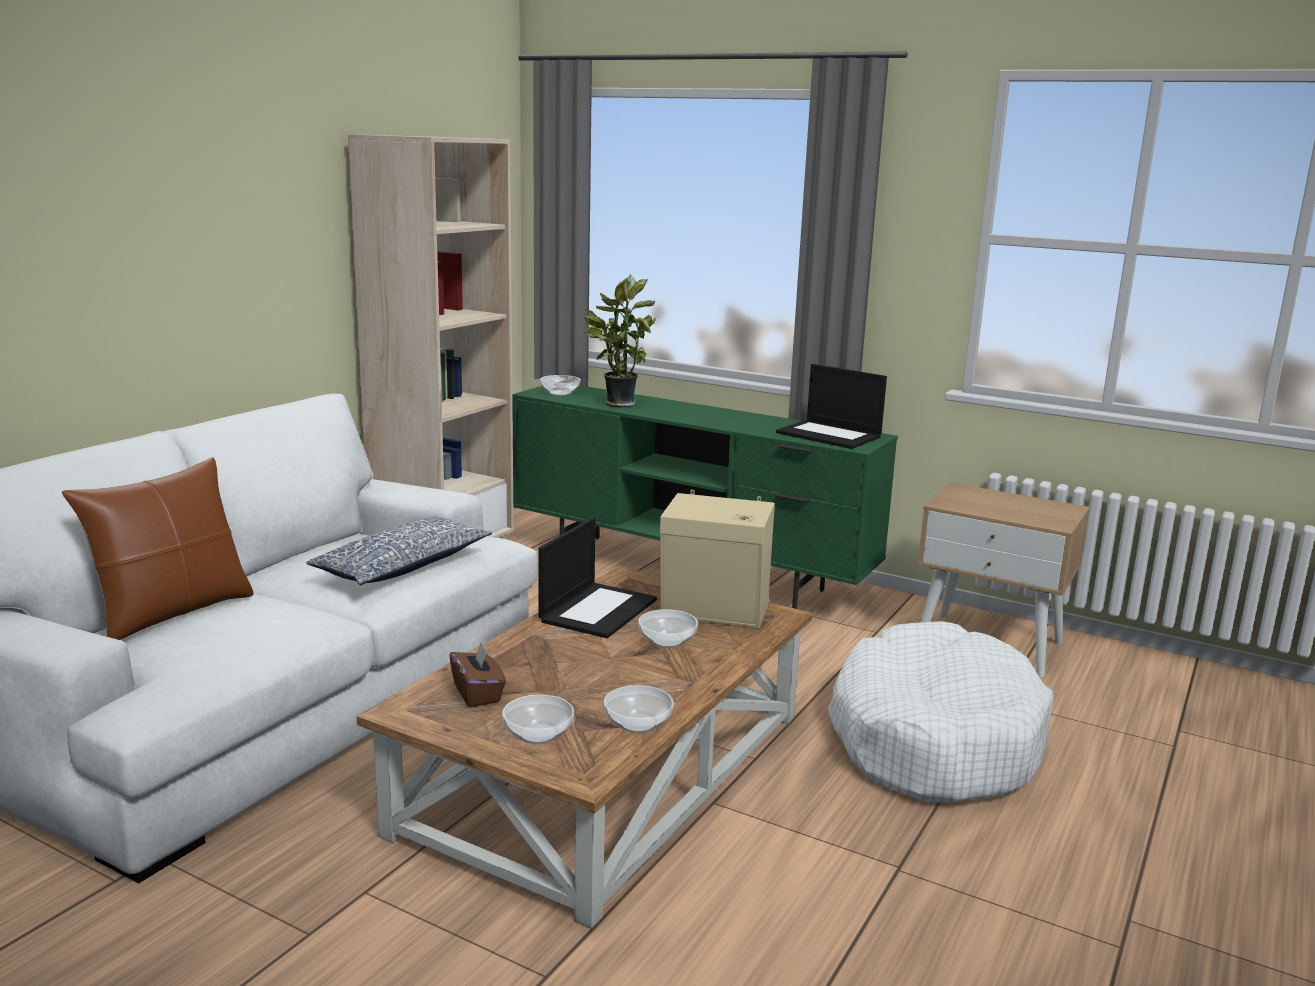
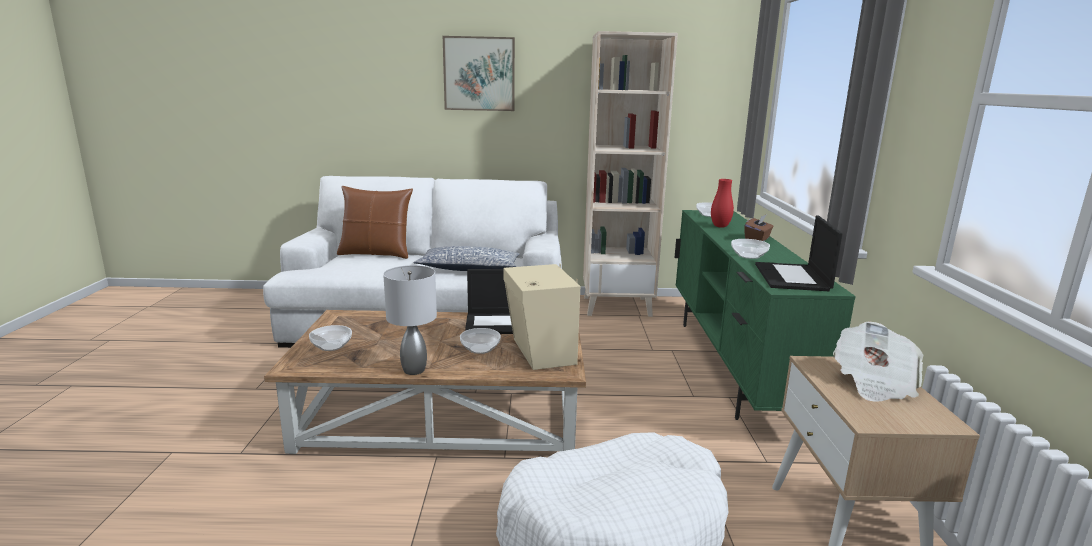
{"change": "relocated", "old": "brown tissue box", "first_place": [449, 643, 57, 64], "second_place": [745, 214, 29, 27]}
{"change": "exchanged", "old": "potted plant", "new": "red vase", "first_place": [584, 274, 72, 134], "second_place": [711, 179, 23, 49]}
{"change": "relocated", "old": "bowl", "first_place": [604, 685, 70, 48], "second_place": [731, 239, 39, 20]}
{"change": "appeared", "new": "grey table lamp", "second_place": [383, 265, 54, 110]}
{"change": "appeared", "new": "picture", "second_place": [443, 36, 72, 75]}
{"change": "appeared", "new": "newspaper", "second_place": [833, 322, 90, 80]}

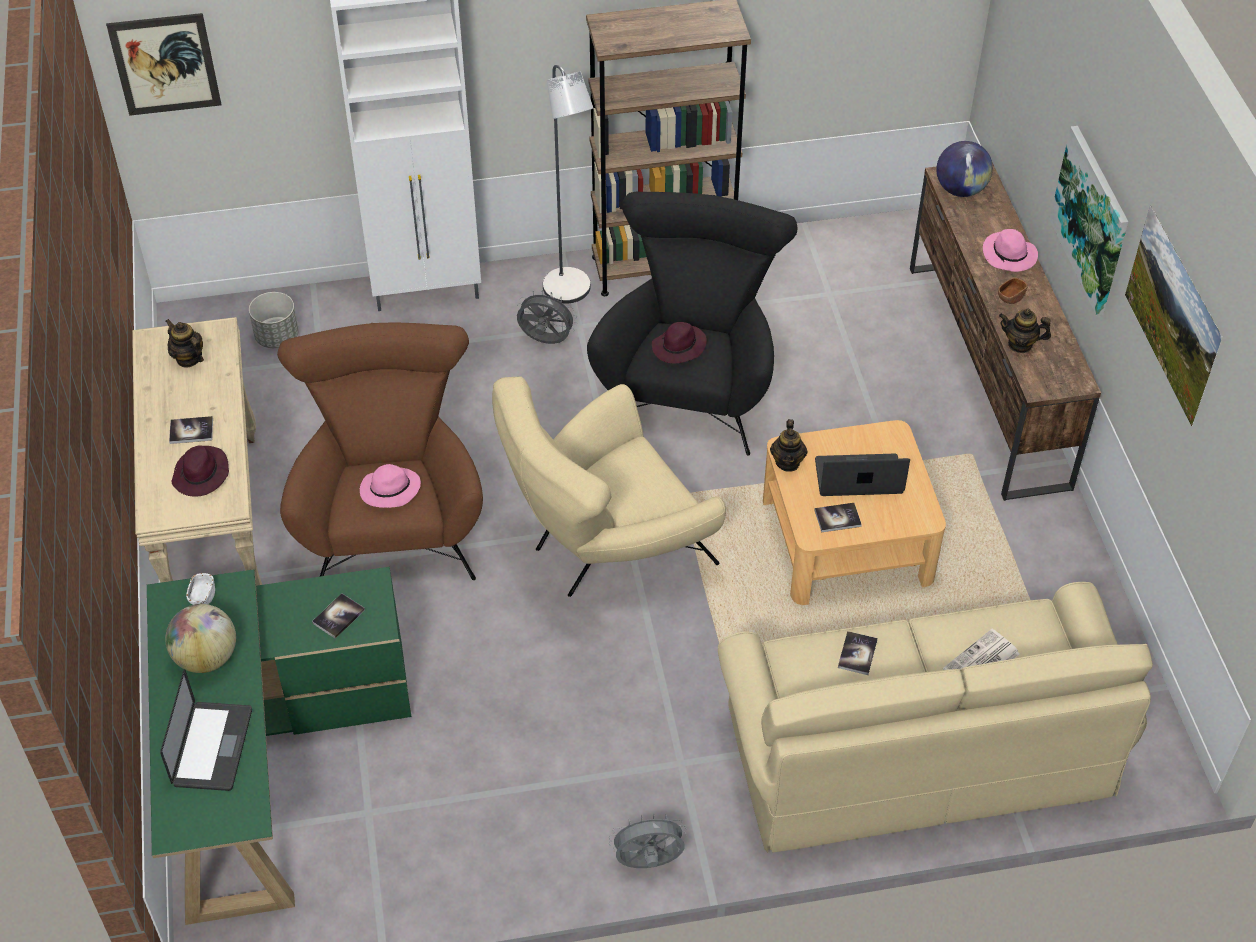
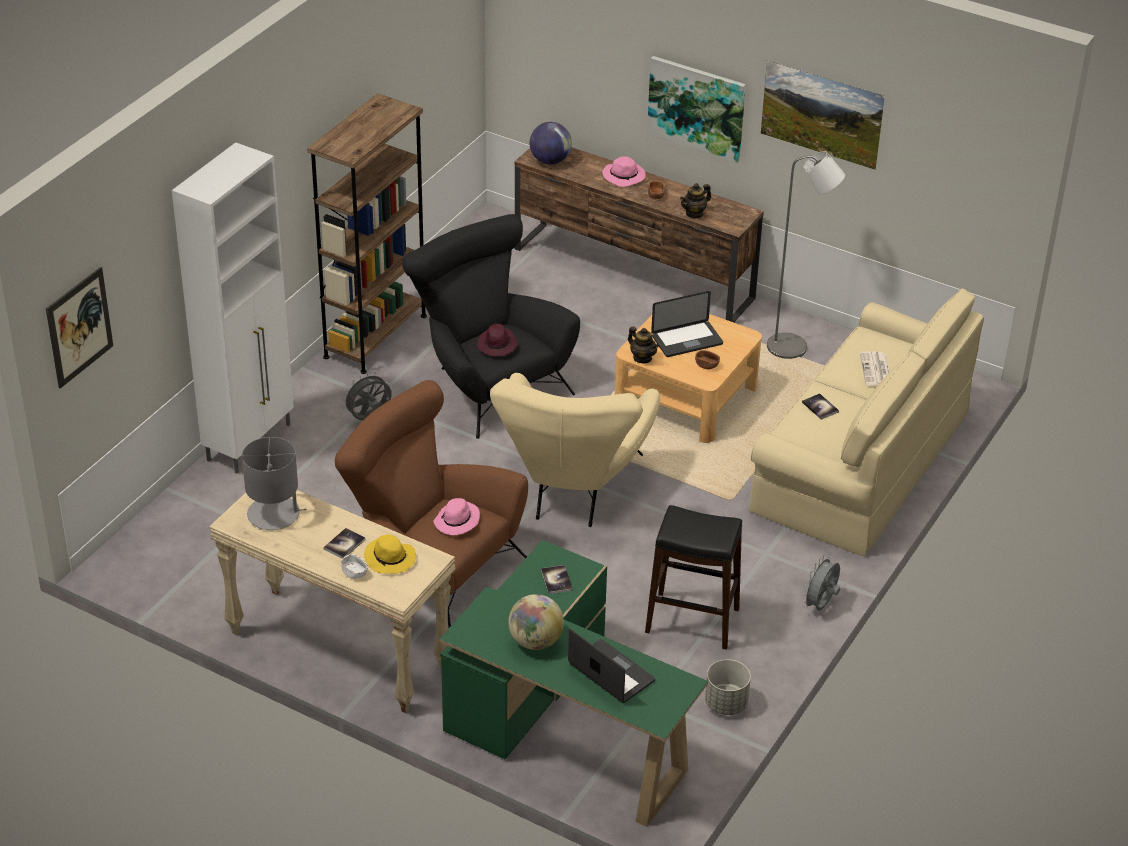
{"change": "exchanged", "old": "teapot", "new": "grey table lamp", "first_place": [166, 319, 38, 49], "second_place": [242, 437, 65, 93]}
{"change": "colour", "old": "purple hat", "new": "yellow hat", "first_place": [172, 445, 57, 52], "second_place": [364, 534, 52, 40]}
{"change": "relocated", "old": "white bowl", "first_place": [186, 573, 29, 32], "second_place": [341, 554, 27, 25]}
{"change": "relocated", "old": "grey planter", "first_place": [249, 292, 50, 56], "second_place": [705, 659, 46, 56]}
{"change": "relocated", "old": "grey floor lamp", "first_place": [543, 65, 50, 238], "second_place": [767, 151, 78, 208]}
{"change": "exchanged", "old": "book", "new": "brown bowl", "first_place": [814, 503, 48, 29], "second_place": [695, 350, 25, 19]}
{"change": "spun", "old": "laptop", "first_place": [815, 454, 95, 42], "second_place": [651, 291, 72, 66], "degrees": -150}
{"change": "appeared", "new": "black stool", "second_place": [645, 505, 97, 145]}

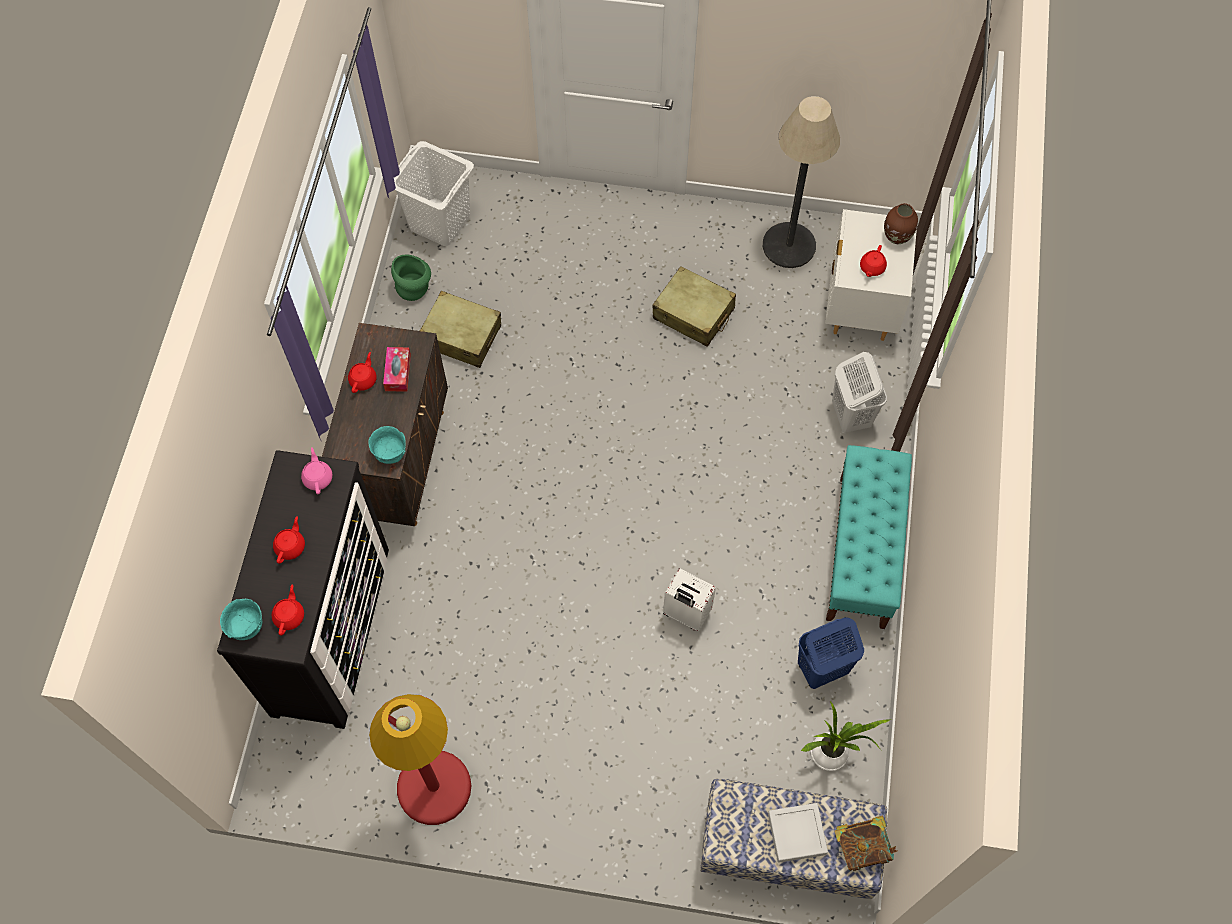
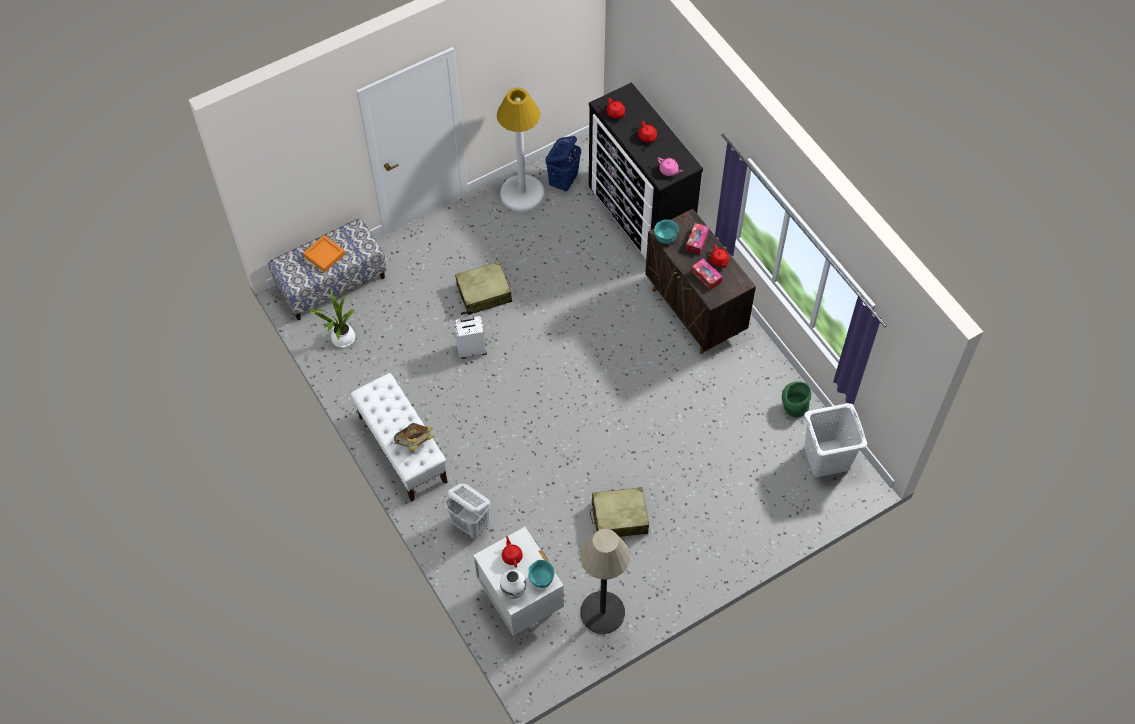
{"change": "relocated", "old": "turquoise bowl", "first_place": [220, 599, 42, 41], "second_place": [528, 560, 26, 28]}
{"change": "colour", "old": "red floor lamp", "new": "white floor lamp", "first_place": [369, 694, 102, 131], "second_place": [497, 88, 47, 124]}
{"change": "relocated", "old": "beige suitcase", "first_place": [420, 290, 81, 78], "second_place": [455, 261, 57, 54]}
{"change": "colour", "old": "grey tray", "new": "orange tray", "first_place": [768, 803, 60, 60], "second_place": [303, 235, 42, 37]}
{"change": "relocated", "old": "blue laundry basket", "first_place": [798, 617, 66, 72], "second_place": [546, 136, 35, 55]}
{"change": "colour", "old": "turquoise bench", "new": "white bench", "first_place": [826, 445, 86, 184], "second_place": [351, 373, 96, 129]}
{"change": "relocated", "old": "book", "first_place": [834, 816, 63, 55], "second_place": [394, 423, 40, 28]}
{"change": "colour", "old": "brown vase", "new": "white vase", "first_place": [884, 203, 34, 41], "second_place": [500, 570, 26, 29]}
{"change": "appeared", "new": "tissue box", "second_place": [686, 223, 23, 31]}

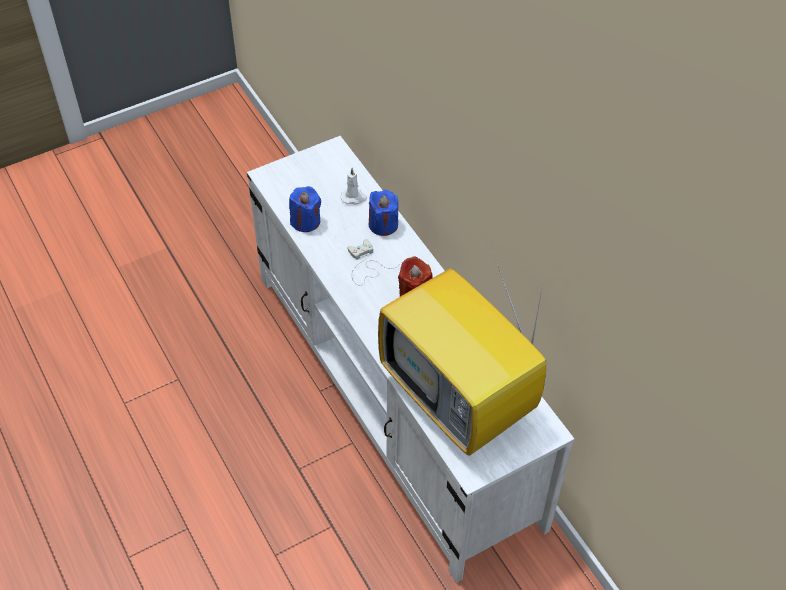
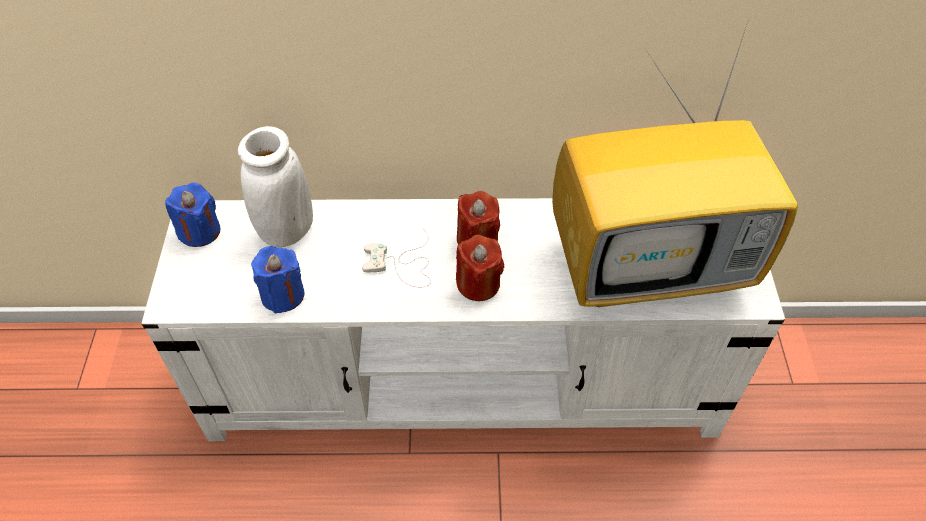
{"change": "exchanged", "old": "white candle", "new": "white vase", "first_place": [341, 168, 26, 37], "second_place": [238, 126, 75, 121]}
{"change": "relocated", "old": "blue candle", "first_place": [369, 190, 29, 46], "second_place": [165, 182, 55, 65]}
{"change": "appeared", "new": "red candle", "second_place": [456, 235, 48, 66]}

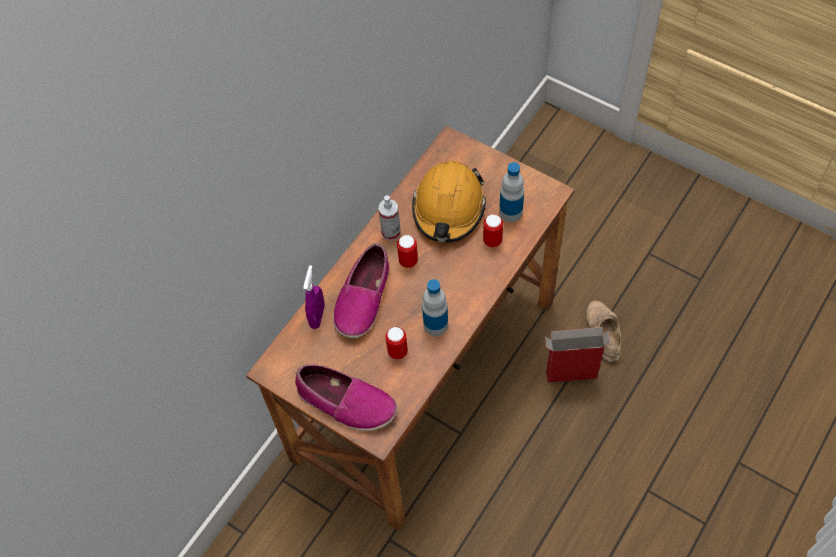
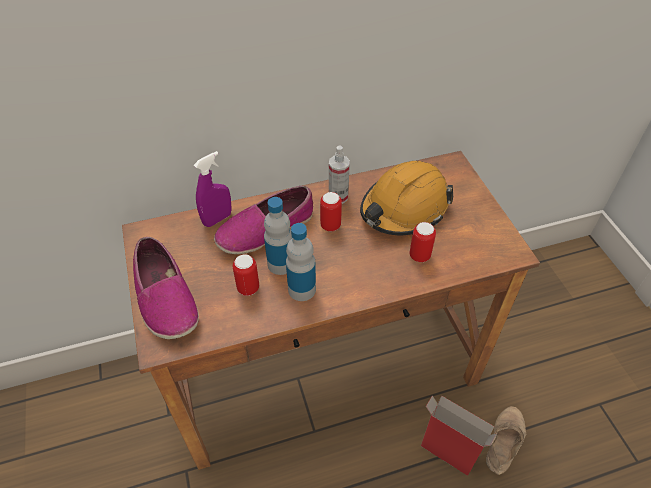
{"change": "relocated", "old": "bottle", "first_place": [499, 162, 25, 60], "second_place": [264, 197, 28, 78]}

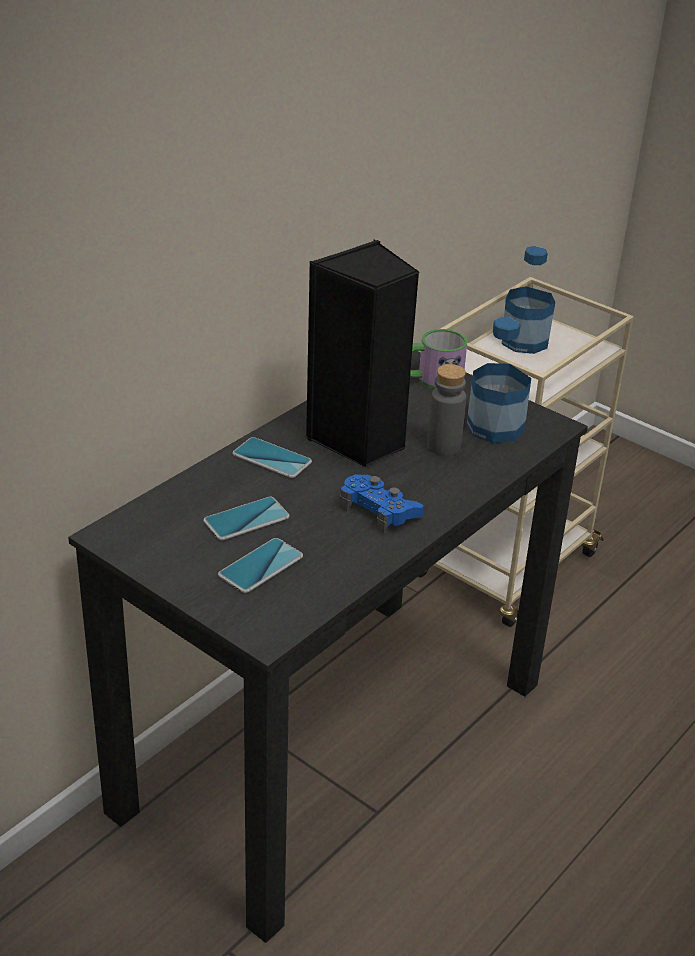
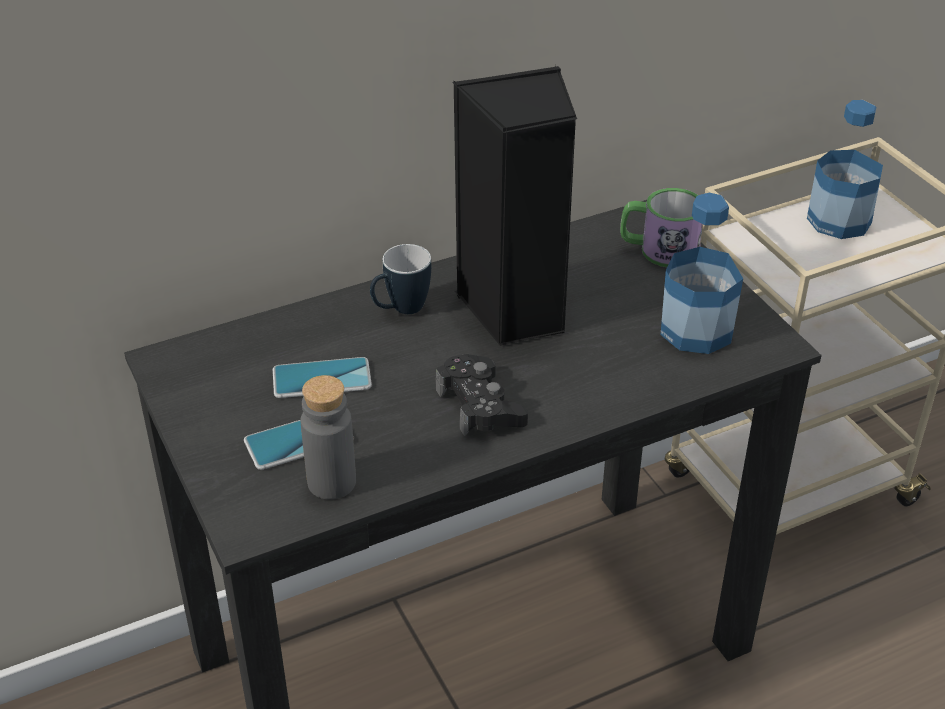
{"change": "exchanged", "old": "phone", "new": "mug", "first_place": [232, 437, 80, 41], "second_place": [370, 244, 61, 70]}
{"change": "colour", "old": "blue game controller", "new": "black game controller", "first_place": [340, 474, 84, 60], "second_place": [435, 354, 93, 83]}
{"change": "relocated", "old": "grey bottle", "first_place": [427, 364, 39, 92], "second_place": [301, 375, 55, 124]}

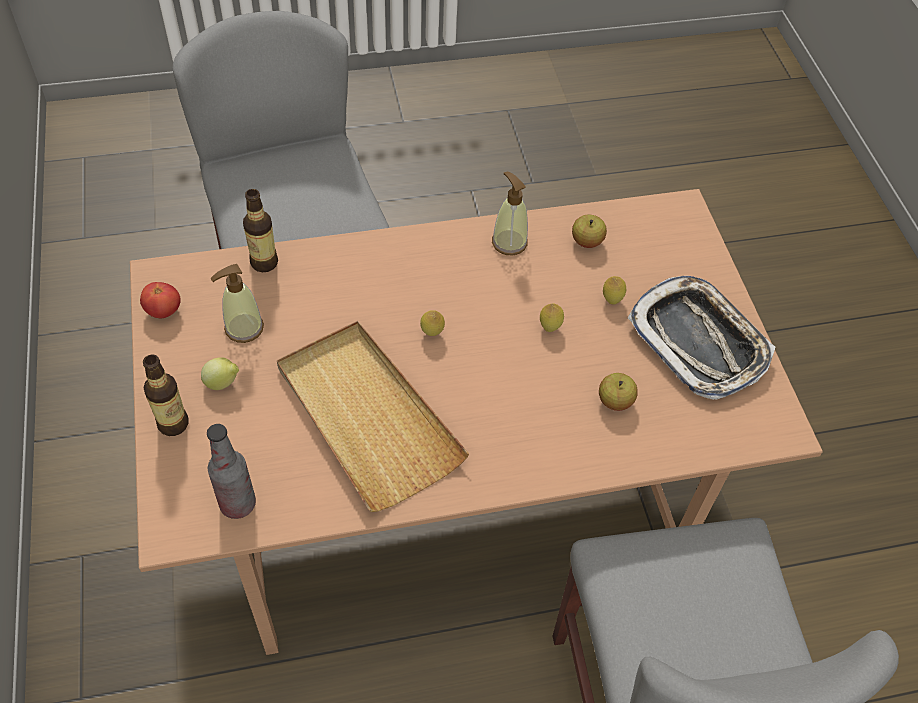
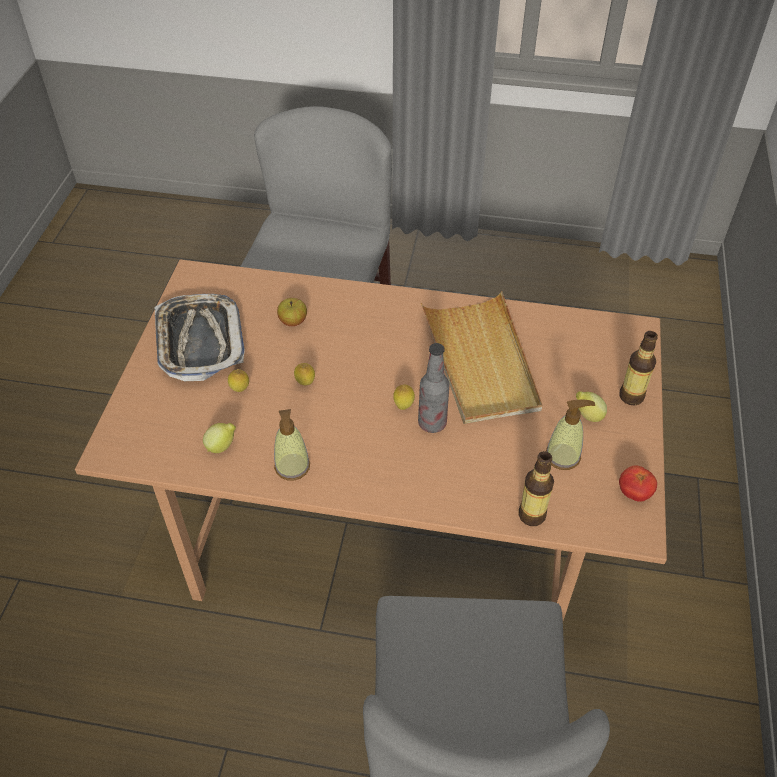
{"change": "relocated", "old": "bottle", "first_place": [207, 424, 49, 95], "second_place": [418, 343, 31, 90]}
{"change": "exchanged", "old": "apple", "new": "lemon", "first_place": [572, 215, 35, 33], "second_place": [203, 423, 33, 30]}

